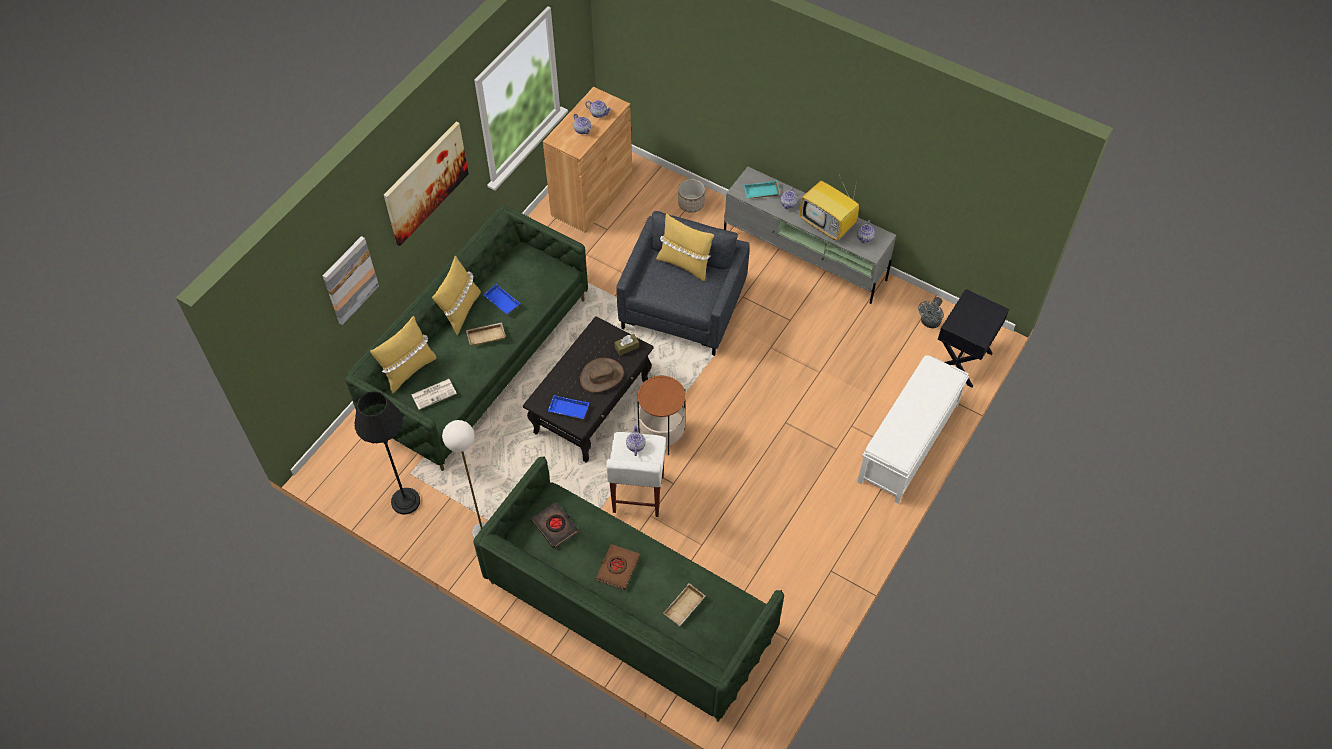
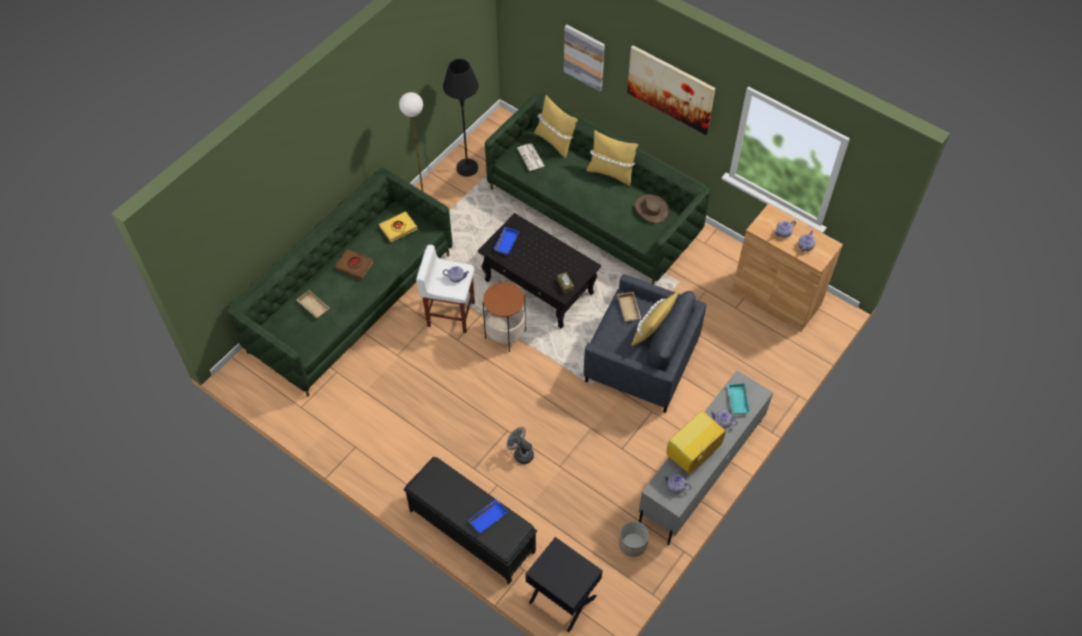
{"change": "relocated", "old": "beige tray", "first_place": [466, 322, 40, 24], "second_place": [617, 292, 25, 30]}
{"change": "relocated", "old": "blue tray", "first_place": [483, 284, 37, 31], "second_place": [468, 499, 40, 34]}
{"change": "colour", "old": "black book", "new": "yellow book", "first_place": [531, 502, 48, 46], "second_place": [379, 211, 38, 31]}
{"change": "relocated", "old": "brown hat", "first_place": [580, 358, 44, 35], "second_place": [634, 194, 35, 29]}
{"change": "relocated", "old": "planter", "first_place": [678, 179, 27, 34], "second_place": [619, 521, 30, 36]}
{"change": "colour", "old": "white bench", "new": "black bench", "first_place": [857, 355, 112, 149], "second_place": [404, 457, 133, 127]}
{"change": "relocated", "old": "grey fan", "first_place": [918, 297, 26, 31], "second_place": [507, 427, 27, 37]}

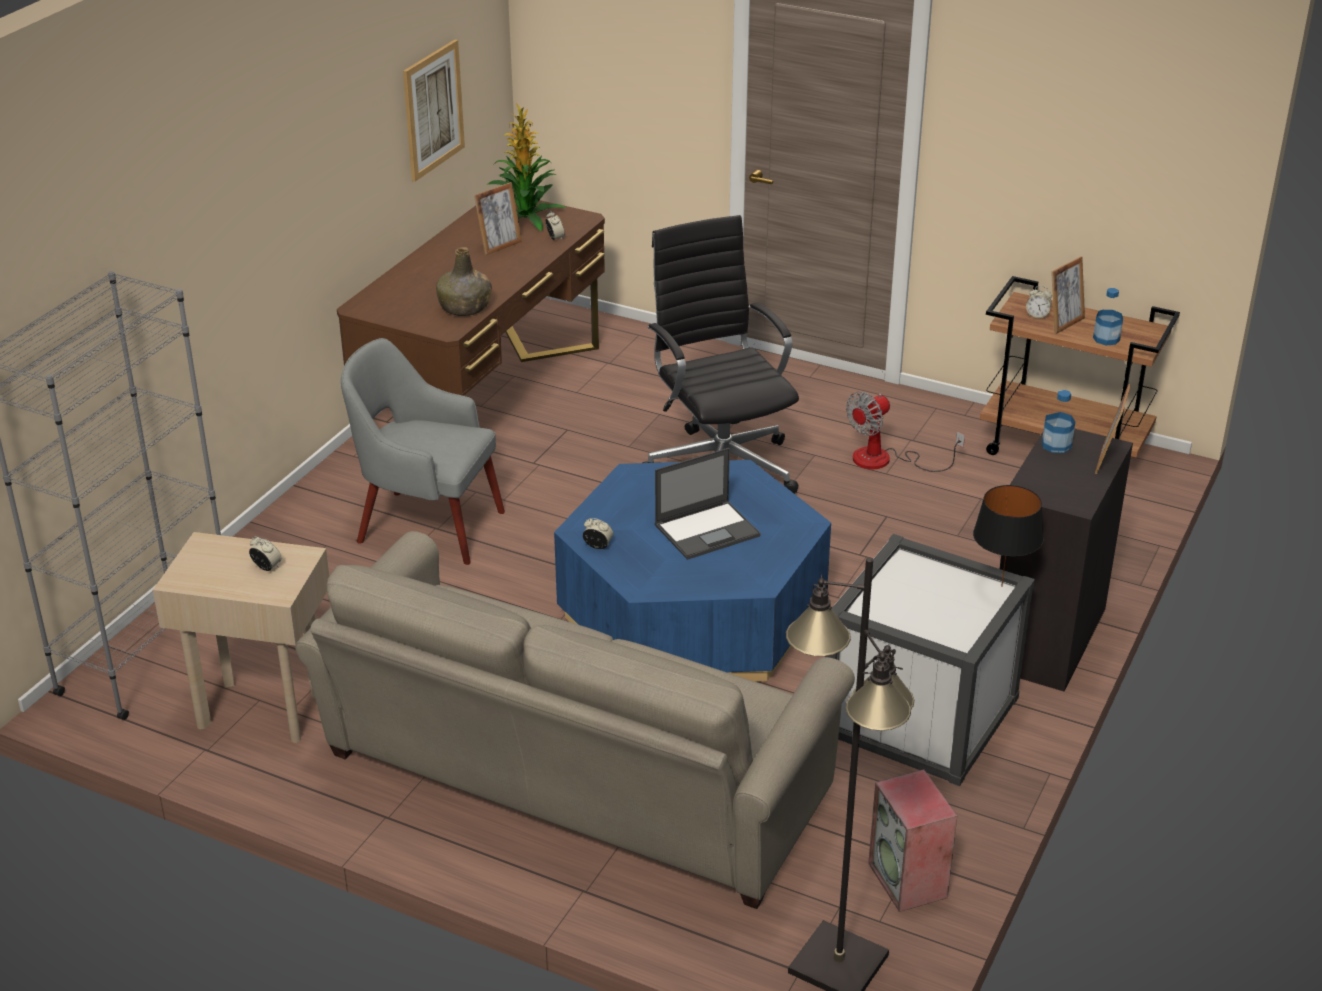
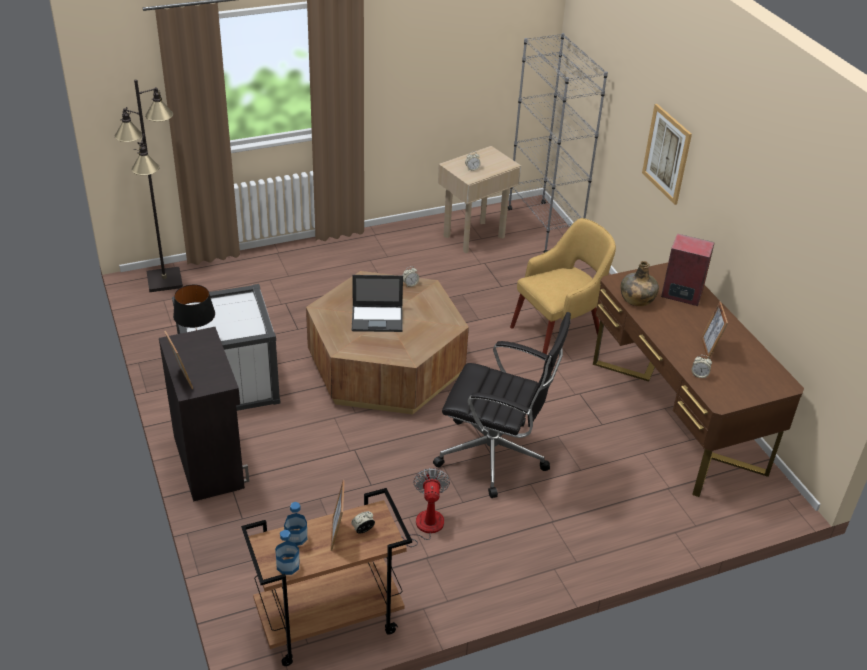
{"change": "missing", "old": "beige sofa", "first_place": [295, 531, 560, 378]}
{"change": "colour", "old": "grey armchair", "new": "yellow armchair", "first_place": [341, 338, 164, 227], "second_place": [510, 218, 106, 142]}
{"change": "relocated", "old": "picture", "first_place": [403, 40, 62, 142], "second_place": [642, 104, 50, 101]}
{"change": "missing", "old": "potted plant", "first_place": [487, 103, 79, 128]}
{"change": "colour", "old": "blue coffee table", "new": "brown coffee table", "first_place": [554, 460, 277, 222], "second_place": [306, 271, 163, 143]}
{"change": "spun", "old": "laptop", "first_place": [655, 448, 106, 112], "second_place": [352, 275, 51, 57], "degrees": -105}
{"change": "relocated", "old": "speaker", "first_place": [868, 769, 89, 143], "second_place": [661, 234, 54, 72]}
{"change": "relocated", "old": "bottle", "first_place": [1042, 390, 34, 63], "second_place": [275, 530, 24, 45]}

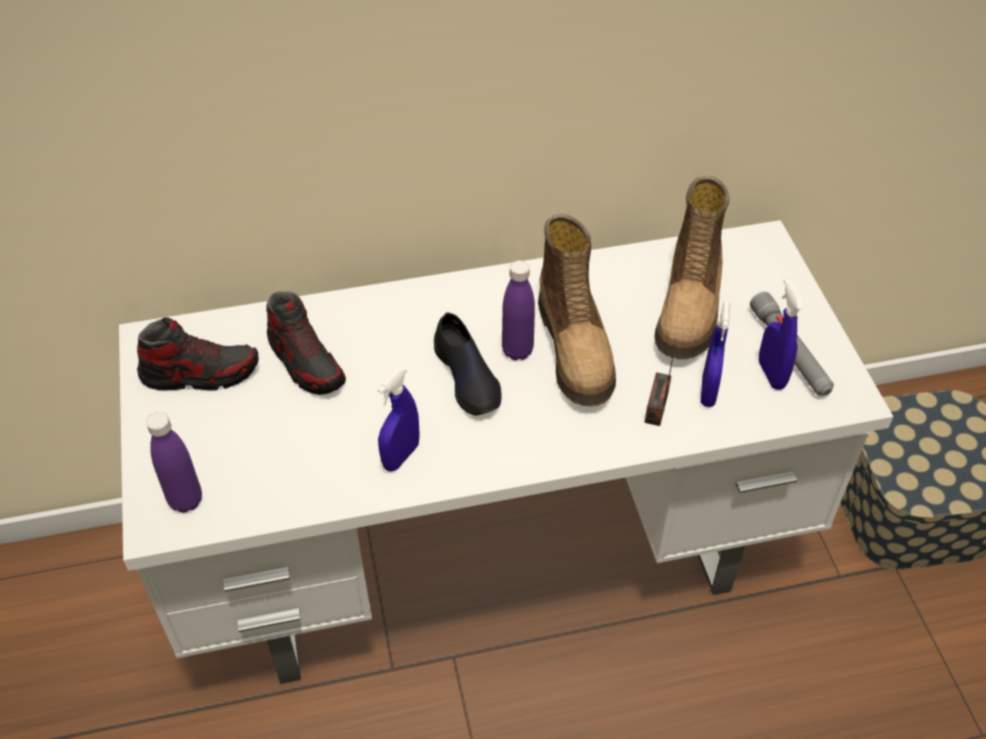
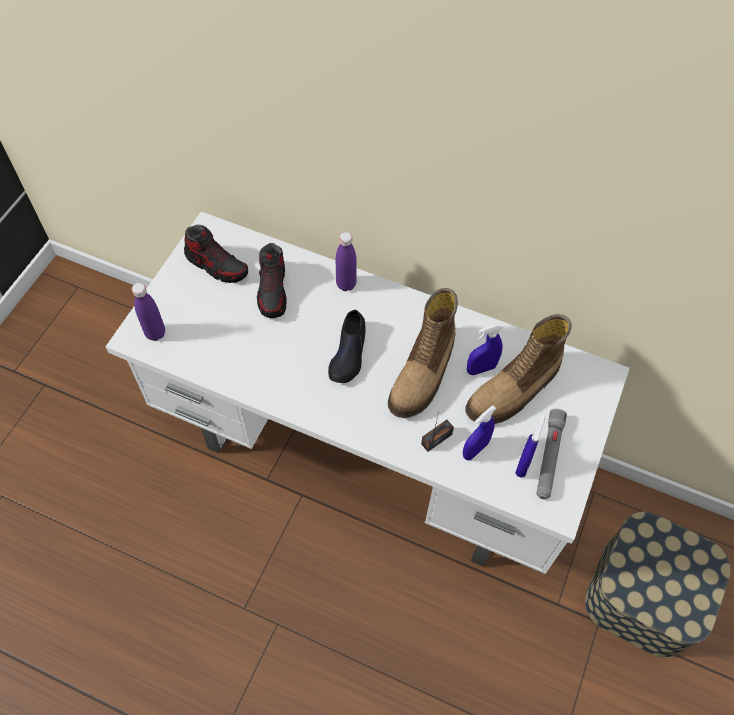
{"change": "relocated", "old": "blue spray bottle", "first_place": [378, 367, 42, 105], "second_place": [467, 324, 36, 51]}
{"change": "relocated", "old": "purple bottle", "first_place": [502, 260, 33, 100], "second_place": [336, 232, 21, 59]}

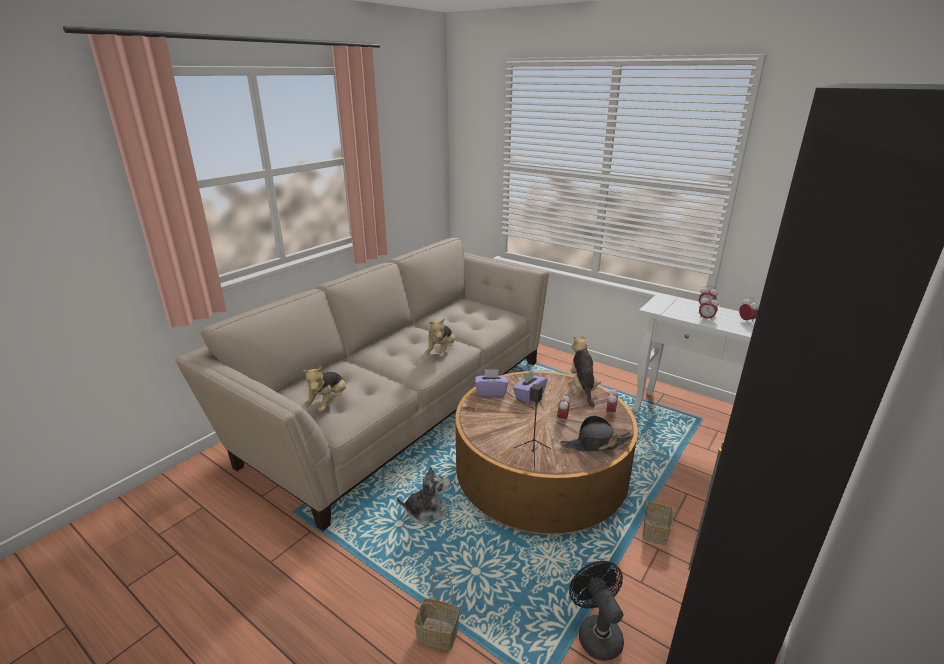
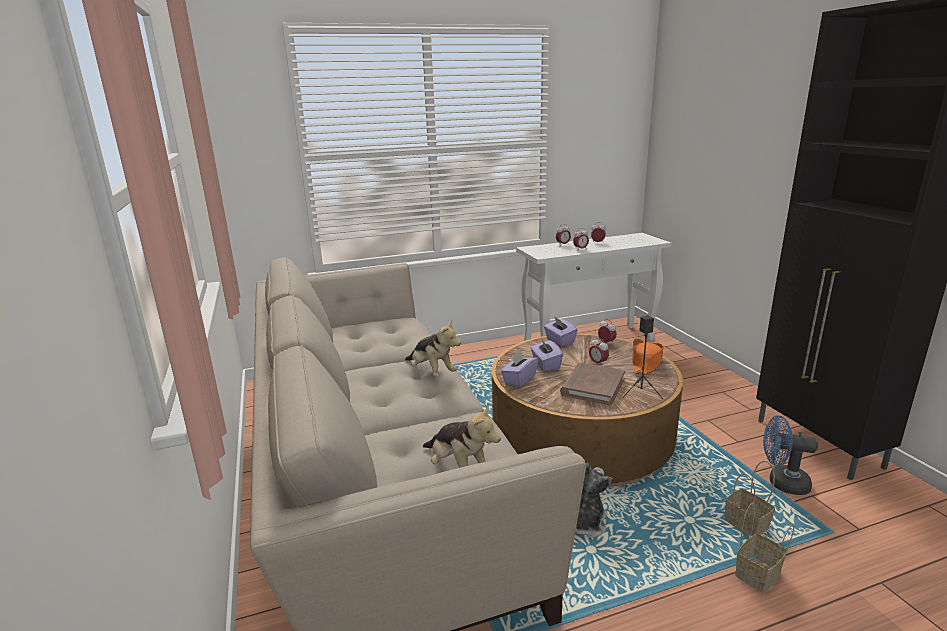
{"change": "colour", "old": "black hat", "new": "orange hat", "first_place": [560, 415, 74, 37], "second_place": [632, 339, 31, 36]}
{"change": "colour", "old": "black fan", "new": "blue fan", "first_place": [569, 561, 55, 100], "second_place": [763, 415, 55, 80]}
{"change": "exchanged", "old": "plush toy", "new": "purple tissue box", "first_place": [570, 334, 31, 74], "second_place": [544, 316, 34, 30]}
{"change": "relocated", "old": "basket", "first_place": [643, 483, 39, 63], "second_place": [725, 461, 50, 75]}
{"change": "appeared", "new": "brown book", "second_place": [560, 362, 65, 44]}

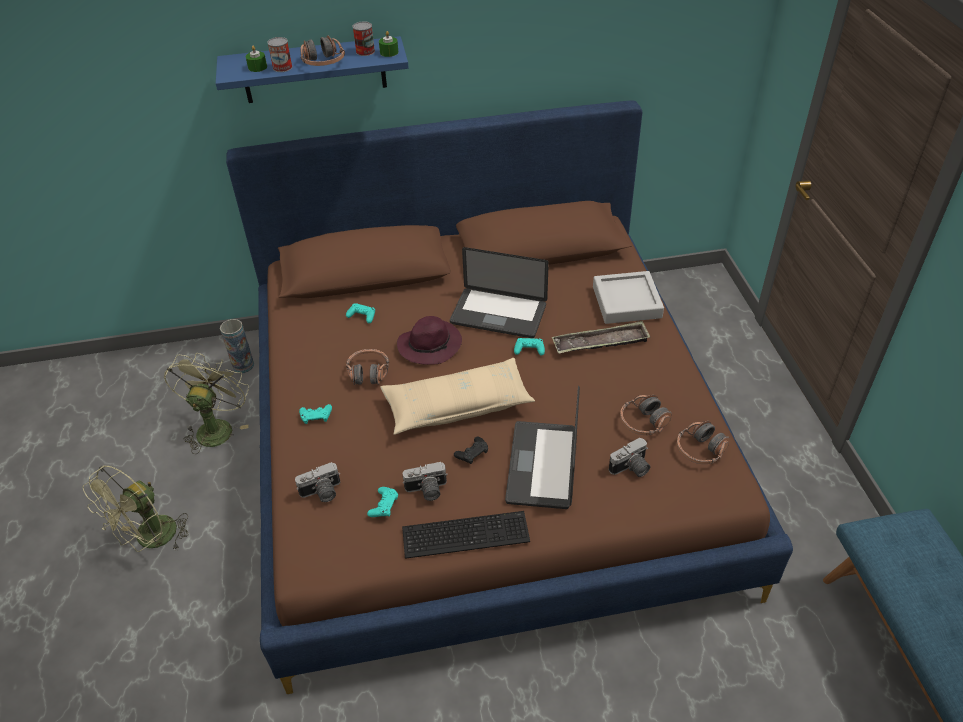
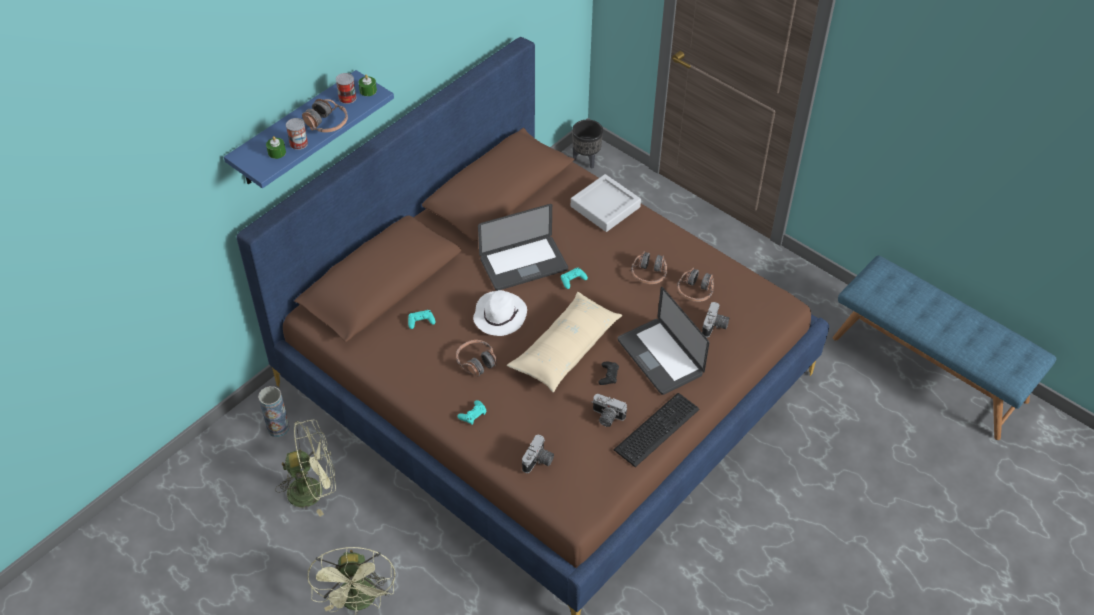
{"change": "spun", "old": "green fan", "first_place": [164, 353, 85, 101], "second_place": [275, 419, 61, 98], "degrees": 105}
{"change": "missing", "old": "turquoise game controller", "first_place": [367, 487, 31, 30]}
{"change": "colour", "old": "purple hat", "new": "white hat", "first_place": [397, 316, 65, 49], "second_place": [473, 290, 54, 46]}
{"change": "spun", "old": "photo camera", "first_place": [403, 462, 45, 39], "second_place": [592, 394, 35, 33], "degrees": 75}
{"change": "missing", "old": "tray", "first_place": [552, 321, 99, 33]}
{"change": "relocated", "old": "headphones", "first_place": [677, 421, 52, 43], "second_place": [631, 251, 36, 33]}
{"change": "appeared", "new": "black planter", "second_place": [572, 120, 31, 49]}

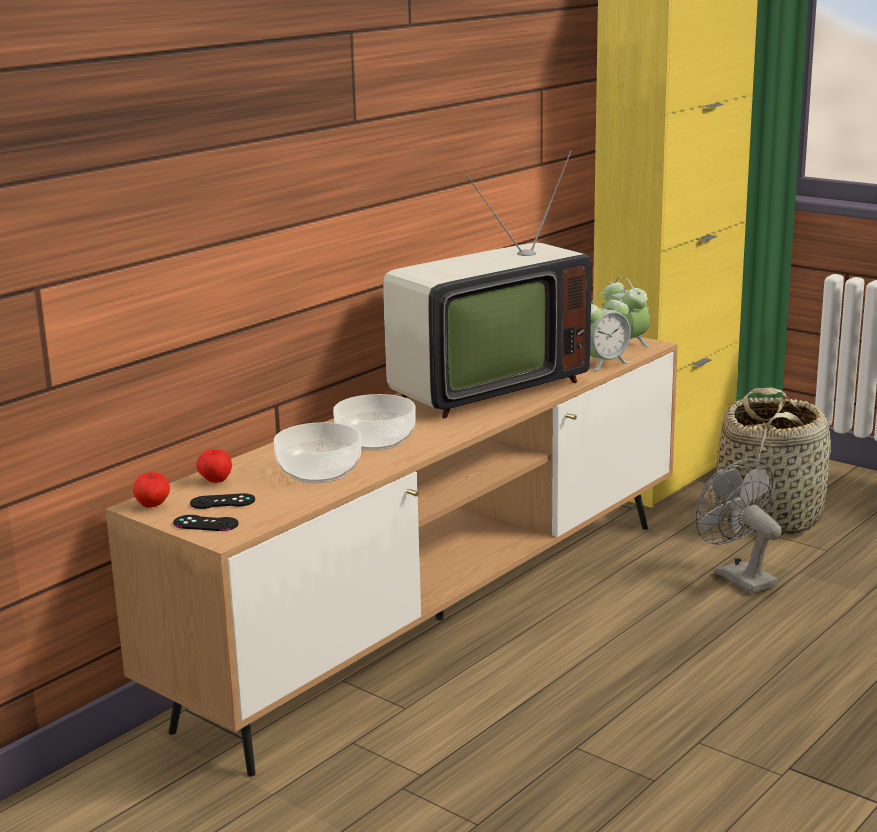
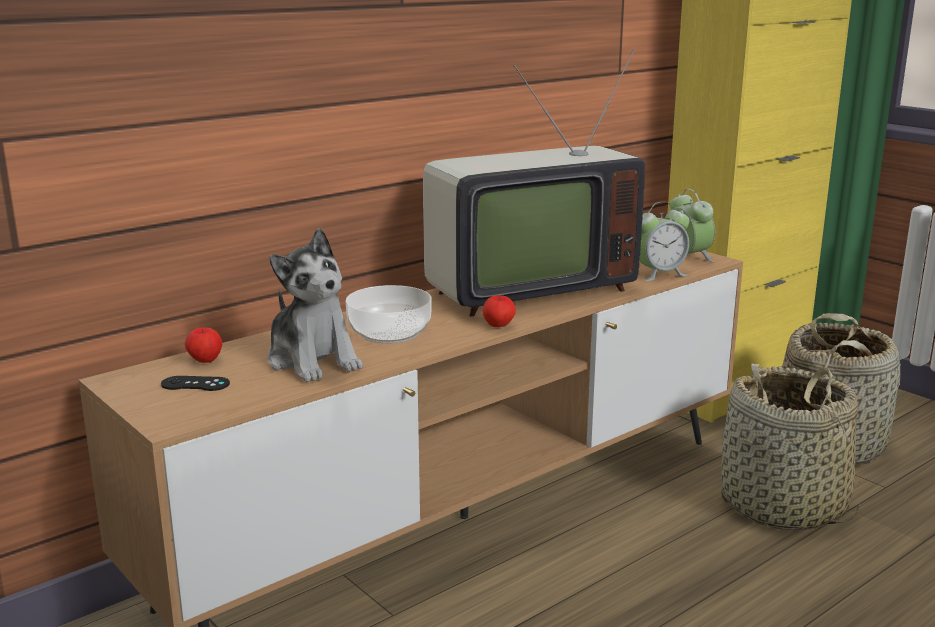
{"change": "relocated", "old": "apple", "first_place": [133, 472, 37, 36], "second_place": [482, 295, 34, 32]}
{"change": "missing", "old": "black game controller", "first_place": [173, 515, 66, 16]}
{"change": "exchanged", "old": "bowl", "new": "plush toy", "first_place": [274, 422, 87, 61], "second_place": [267, 228, 96, 154]}
{"change": "exchanged", "old": "grey fan", "new": "basket", "first_place": [695, 459, 87, 135], "second_place": [721, 364, 140, 166]}

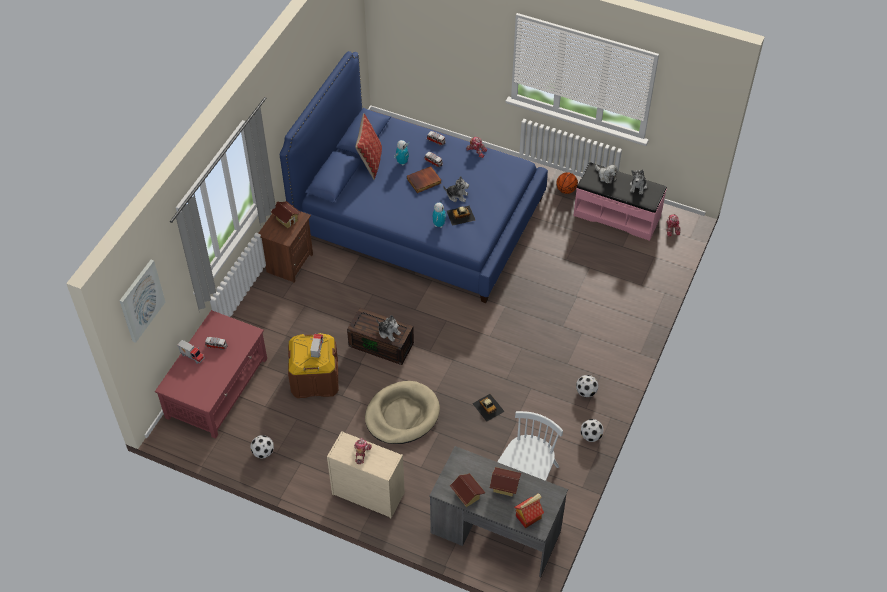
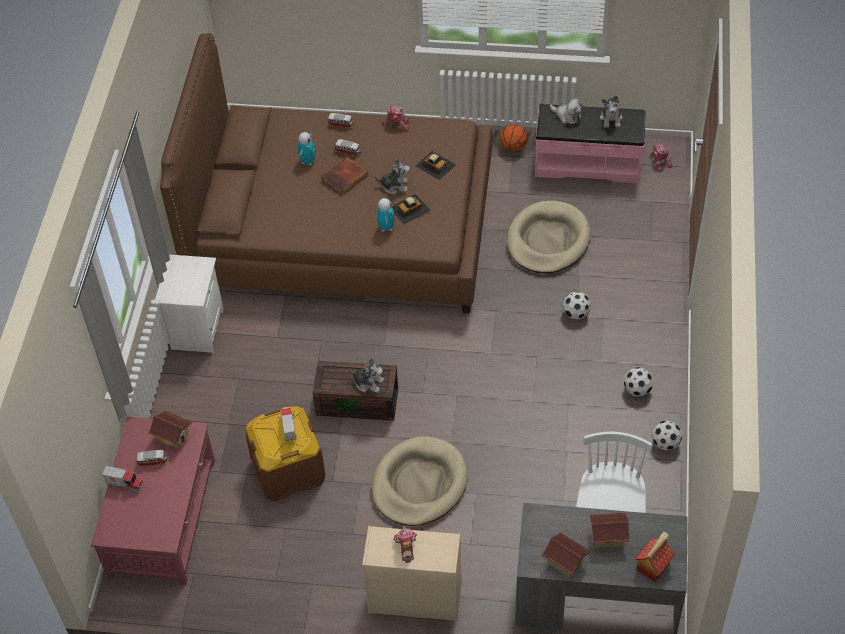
{"change": "missing", "old": "picture", "first_place": [119, 260, 46, 83]}
{"change": "relocated", "old": "football", "first_place": [251, 435, 23, 24], "second_place": [563, 291, 28, 29]}
{"change": "colour", "old": "brown nightstand", "new": "white nightstand", "first_place": [259, 211, 54, 72], "second_place": [155, 255, 69, 99]}
{"change": "relocated", "old": "toy house", "first_place": [271, 201, 30, 28], "second_place": [148, 410, 44, 39]}
{"change": "colour", "old": "blue bed", "new": "brown bed", "first_place": [280, 51, 268, 252], "second_place": [160, 33, 332, 280]}
{"change": "missing", "old": "pillow", "first_place": [355, 113, 27, 67]}
{"change": "relocated", "old": "toy car", "first_place": [472, 394, 33, 28], "second_place": [416, 151, 40, 29]}
{"change": "appeared", "new": "beige dog bed", "second_place": [507, 200, 84, 74]}

